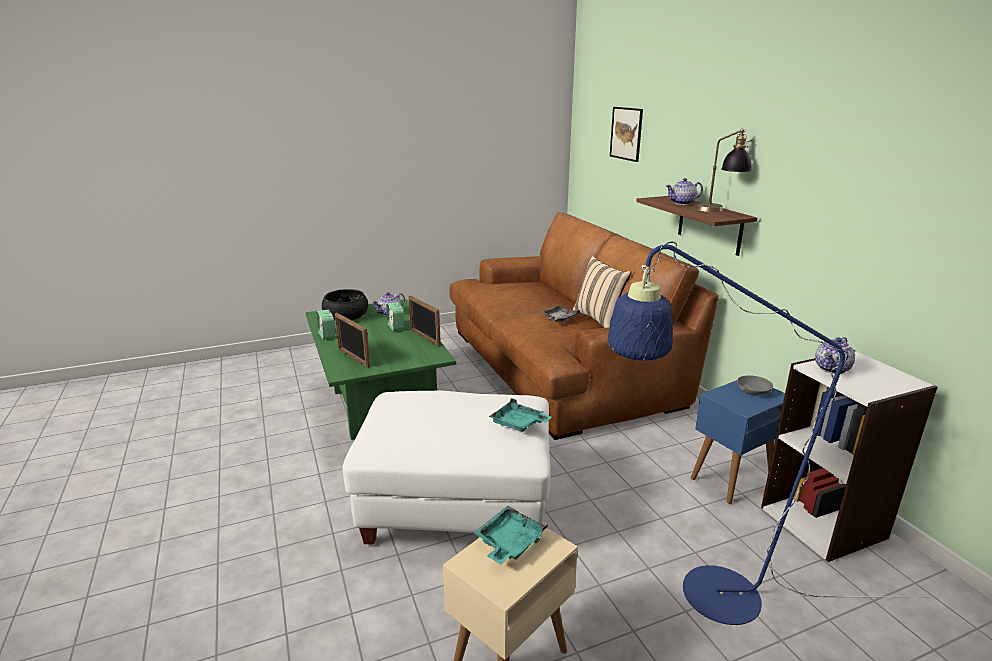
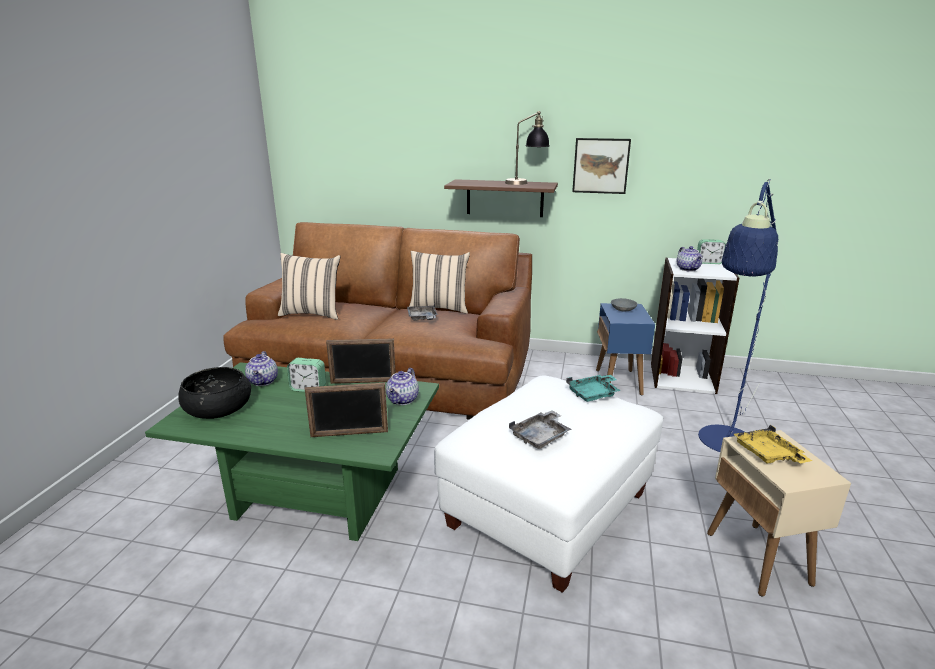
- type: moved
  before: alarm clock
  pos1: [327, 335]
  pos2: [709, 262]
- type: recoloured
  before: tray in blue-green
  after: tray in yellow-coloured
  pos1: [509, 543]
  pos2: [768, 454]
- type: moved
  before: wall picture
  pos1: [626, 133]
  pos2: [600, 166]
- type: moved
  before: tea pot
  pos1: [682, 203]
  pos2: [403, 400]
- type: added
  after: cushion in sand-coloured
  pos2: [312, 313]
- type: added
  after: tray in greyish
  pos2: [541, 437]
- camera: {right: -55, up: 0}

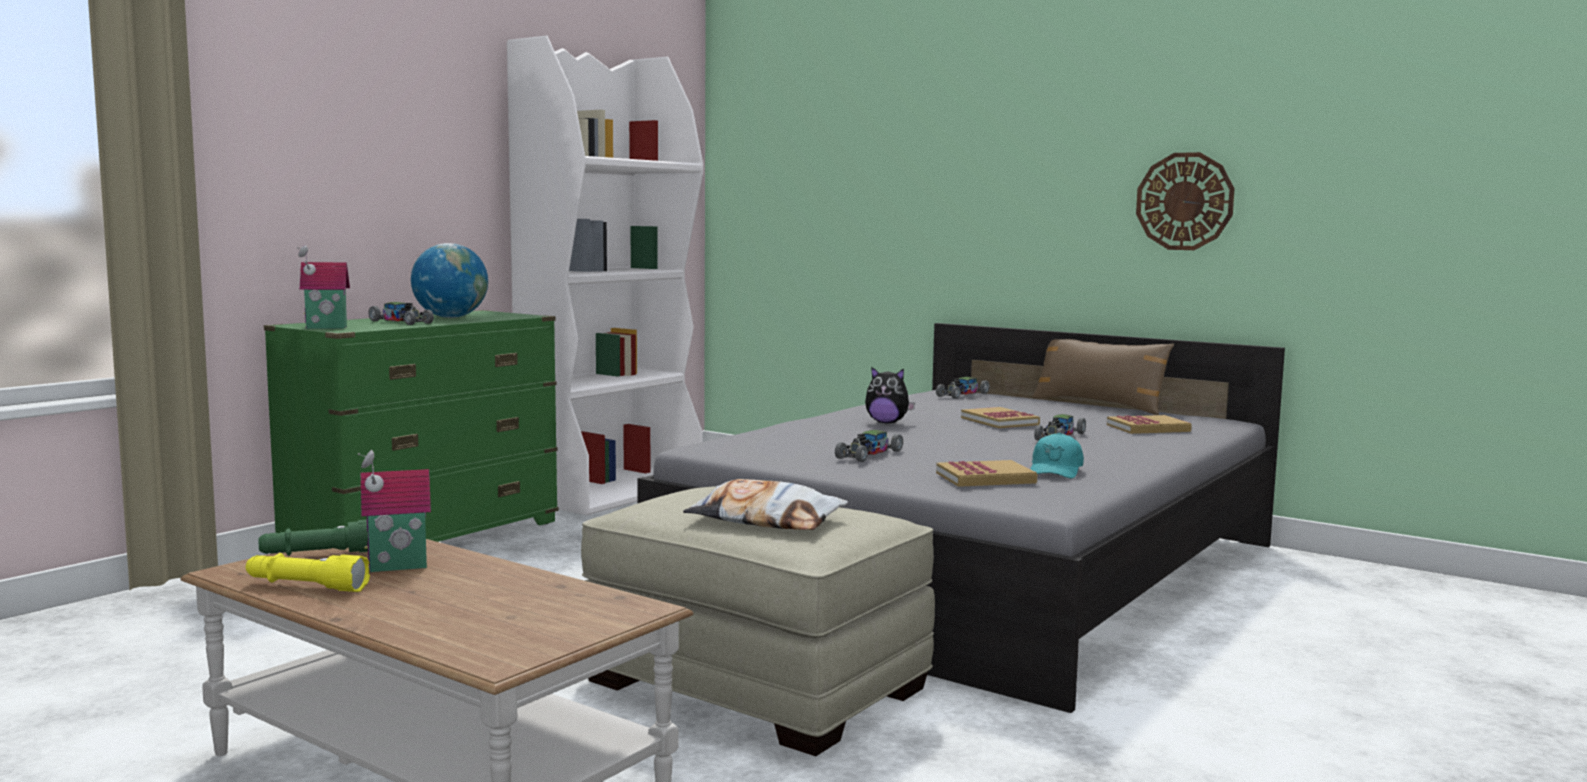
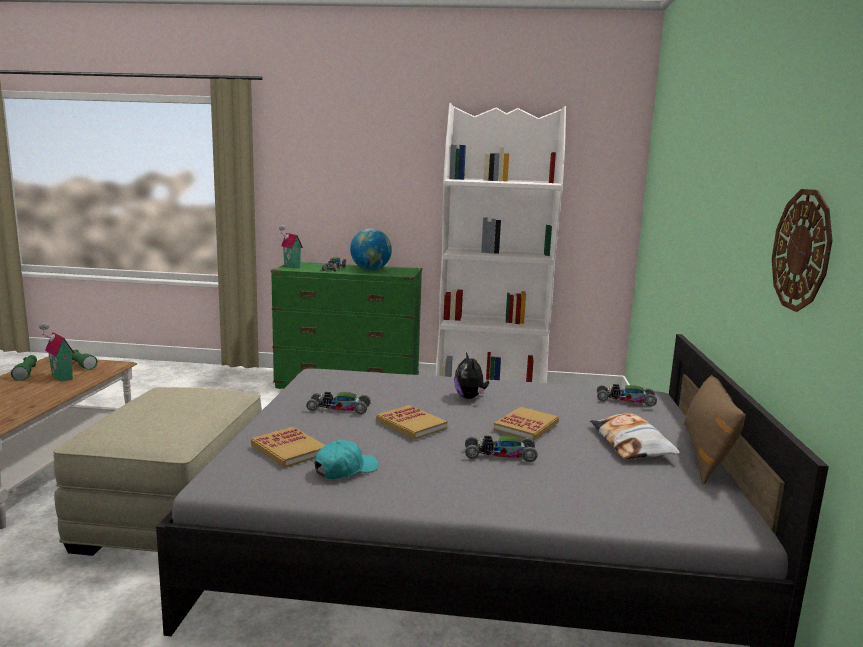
- type: recoloured
  before: torch in yellow-coloured
  after: torch in green-coloured
  pos1: [306, 586]
  pos2: [27, 373]
- type: moved
  before: cushion
  pos1: [765, 519]
  pos2: [632, 444]
- type: turned
  before: baseball cap in blue-green
  pos1: [1056, 471]
  pos2: [345, 470]
  turn: 150
- type: moved
  before: book
  pos1: [1148, 428]
  pos2: [411, 425]
- camera: {right: 60, up: 5}

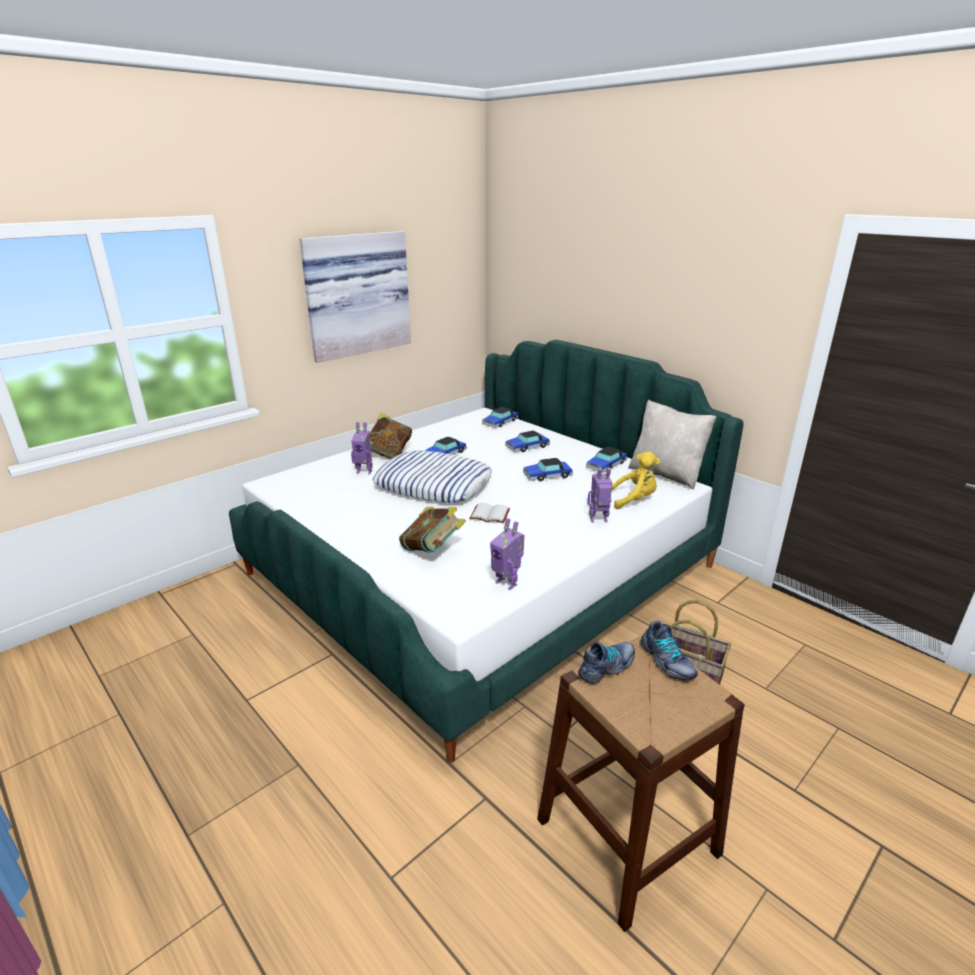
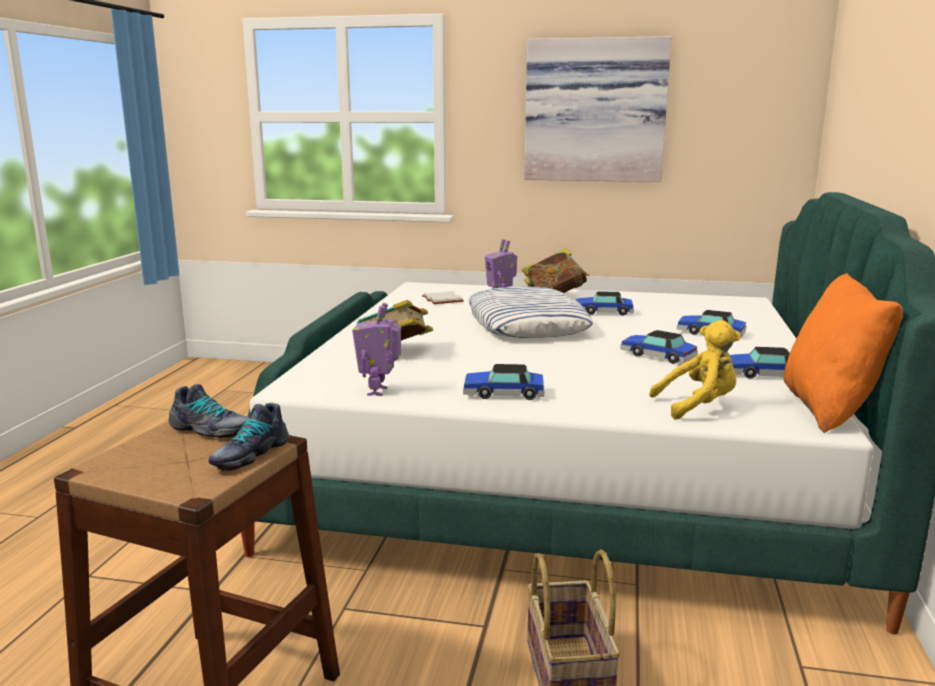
- type: moved
  before: book in white
  pos1: [489, 515]
  pos2: [441, 300]
- type: moved
  before: model car
  pos1: [500, 422]
  pos2: [504, 393]
- type: removed
  before: toy robot
  pos1: [598, 520]
- type: turned
  before: cuddly toy in yellow-coloured
  pos1: [633, 500]
  pos2: [698, 406]
  turn: -60
- type: recoloured
  before: cushion in sand-coloured
  after: cushion in orange
  pos1: [666, 474]
  pos2: [830, 409]
- camera: {right: 55, up: -10}

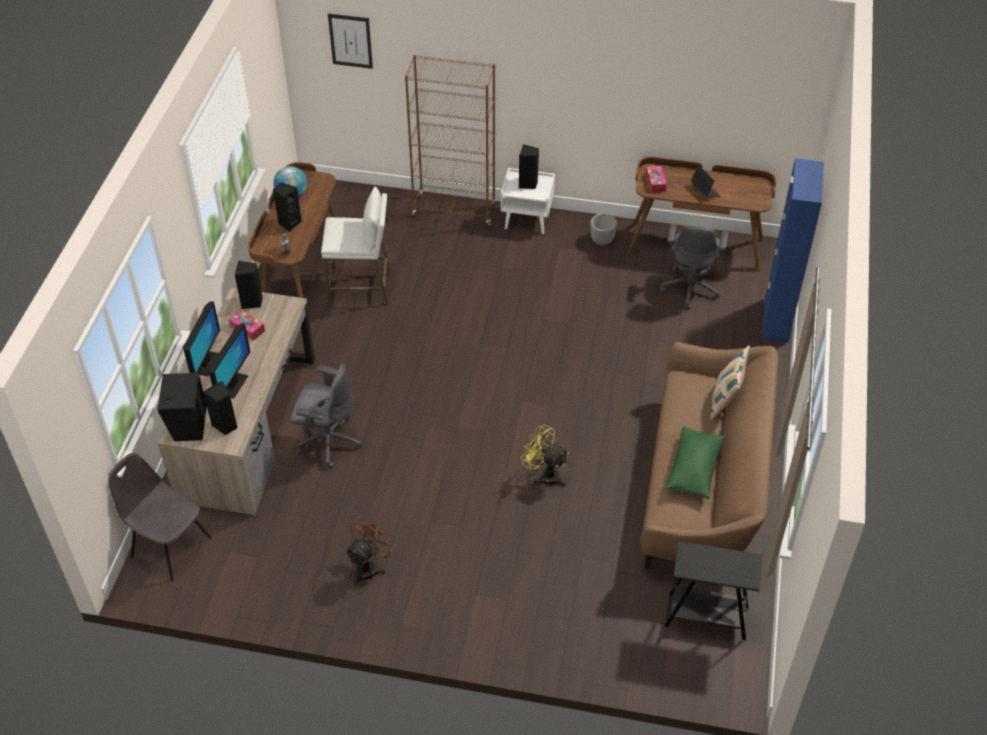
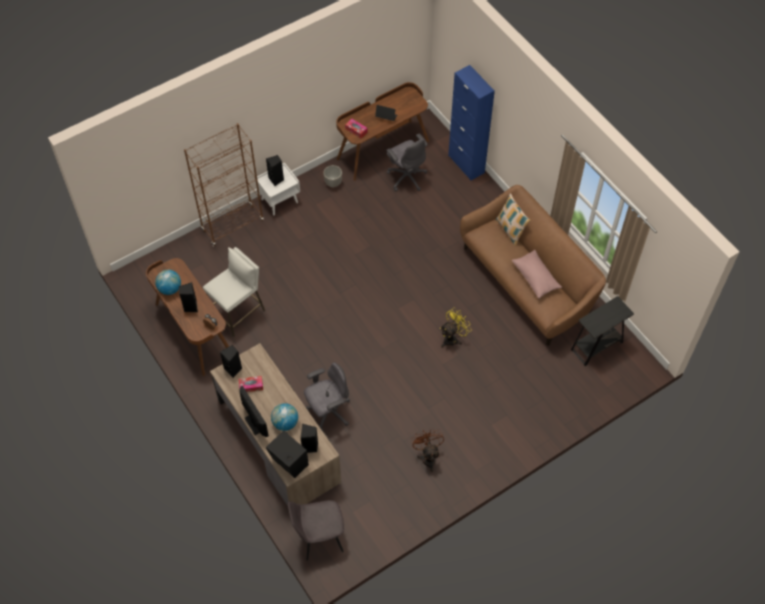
- type: replaced
  before: computer display
  after: globe
  pos1: [233, 385]
  pos2: [285, 423]
- type: removed
  before: wall picture
  pos1: [350, 41]
- type: turned
  before: cooling fan in yellow-coloured
  pos1: [544, 475]
  pos2: [453, 338]
  turn: 150
- type: recoloured
  before: cushion in green-coloured
  after: cushion in pinkish
  pos1: [694, 469]
  pos2: [535, 278]
- camera: {right: -45, up: 10}

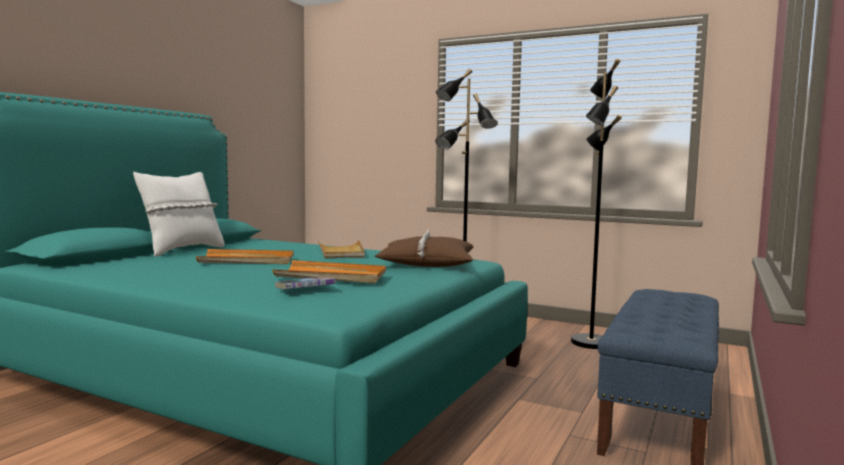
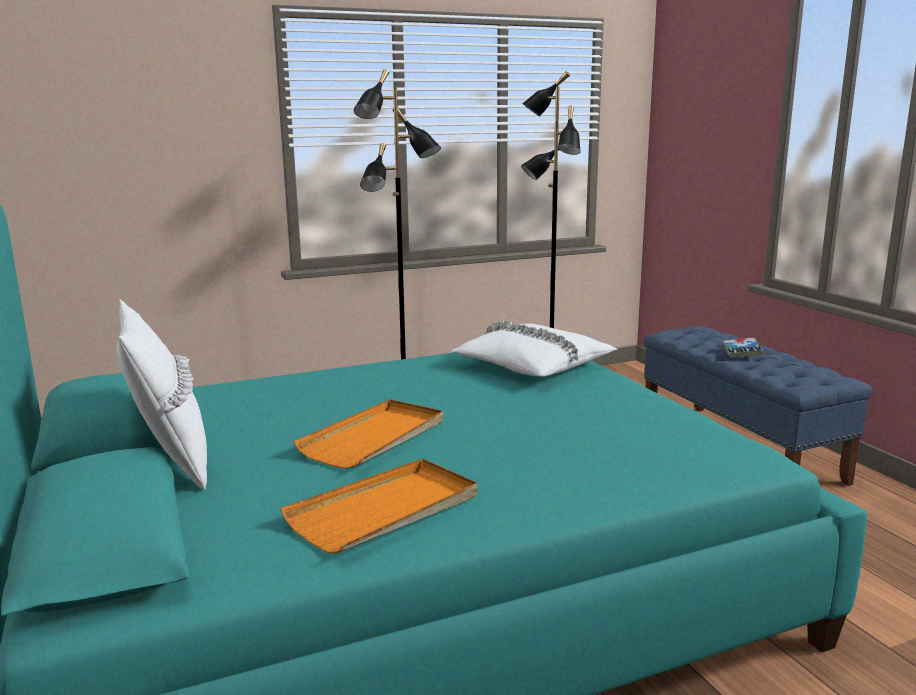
- type: moved
  before: tray in orange
  pos1: [332, 276]
  pos2: [385, 510]
- type: moved
  before: book
  pos1: [305, 289]
  pos2: [741, 352]
- type: removed
  before: tray in sand-coloured
  pos1: [341, 252]
- type: recoloured
  before: cushion in brown-coloured
  after: cushion in white
  pos1: [427, 263]
  pos2: [532, 365]
- camera: {right: -50, up: 10}

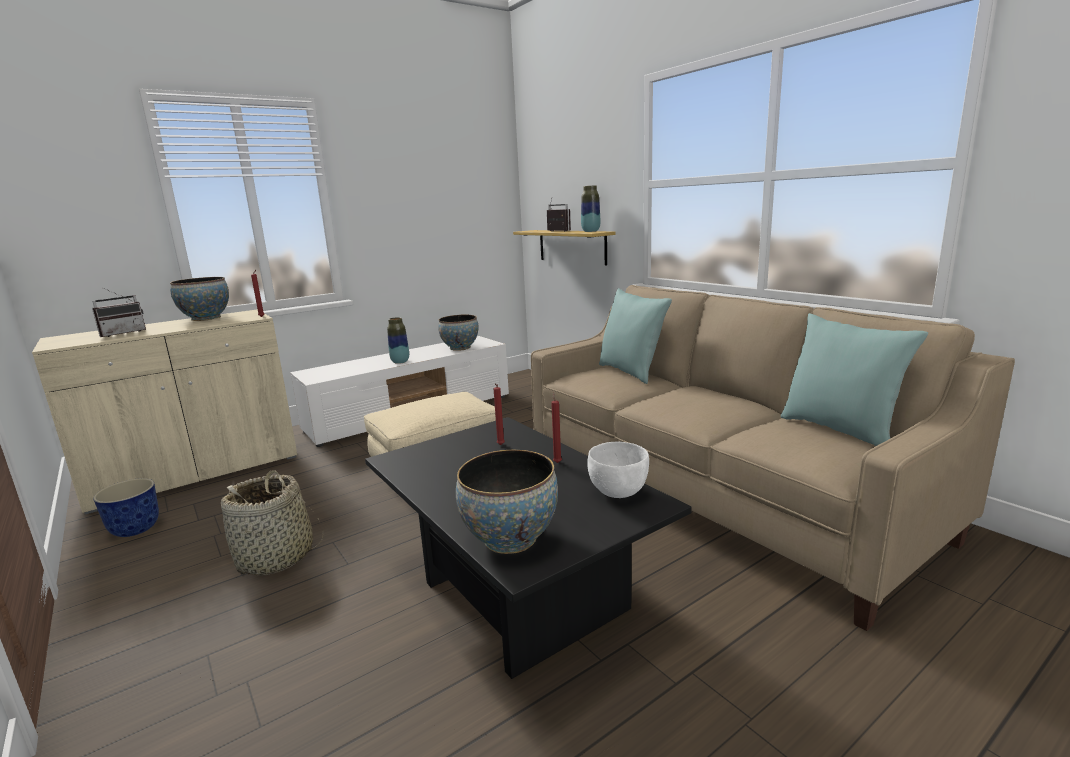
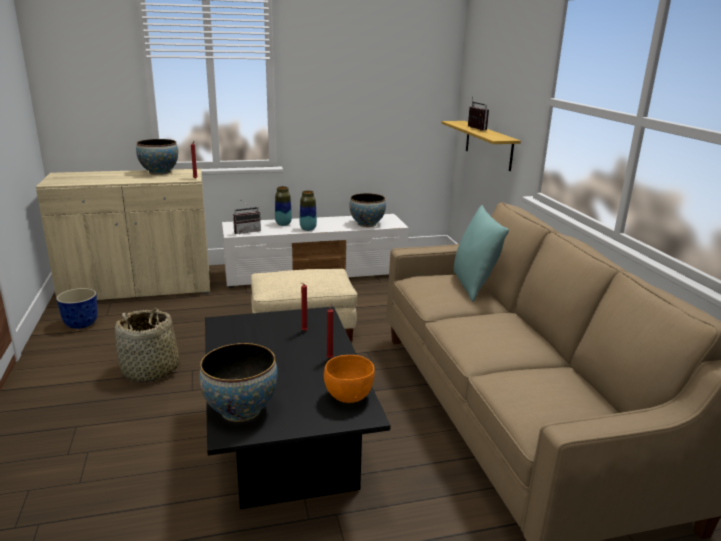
- type: moved
  before: radio set
  pos1: [122, 333]
  pos2: [246, 231]
- type: moved
  before: vase
  pos1: [590, 231]
  pos2: [283, 224]
- type: recoloured
  before: bowl in white
  after: bowl in orange
  pos1: [618, 492]
  pos2: [348, 397]
- type: removed
  before: cushion in blue-green
  pos1: [840, 430]
- camera: {right: 20, up: 5}

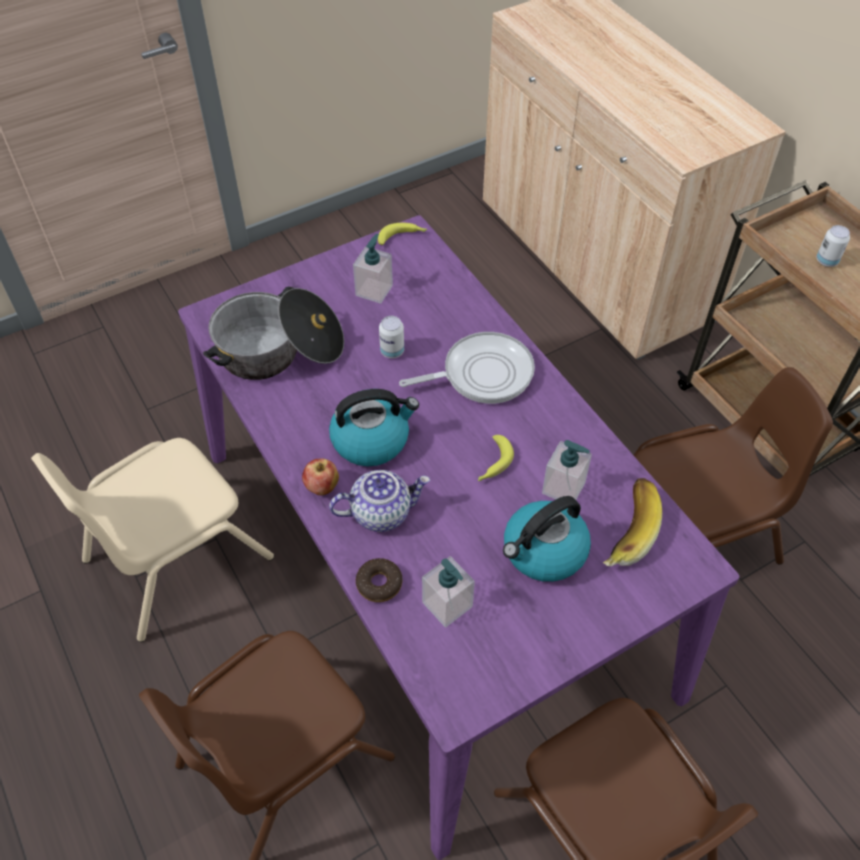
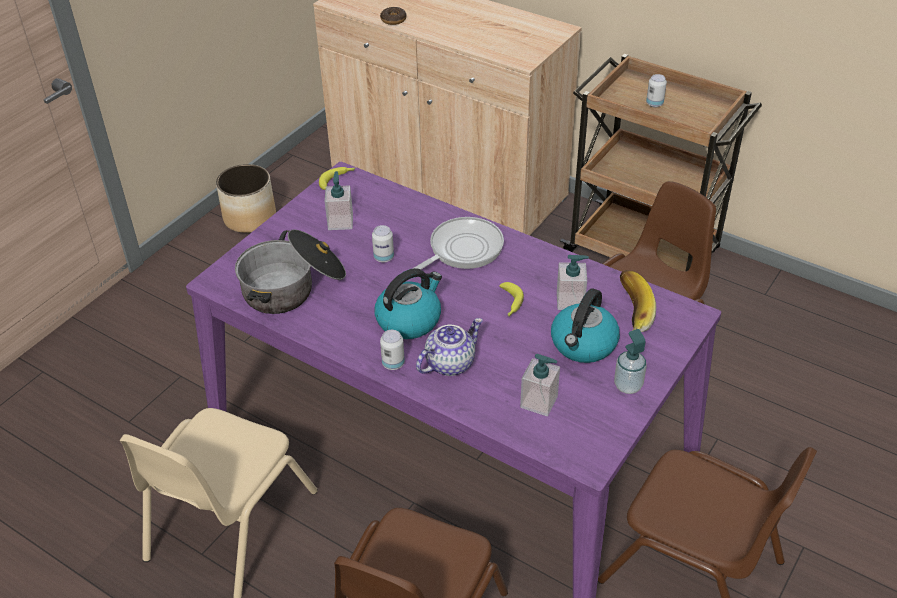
- type: replaced
  before: apple
  after: sealed can
  pos1: [322, 487]
  pos2: [393, 364]
- type: moved
  before: donut
  pos1: [379, 584]
  pos2: [393, 20]
- type: added
  after: planter
  pos2: [250, 218]
- type: added
  after: soap dispenser
  pos2: [628, 386]
- camera: {right: -25, up: -10}

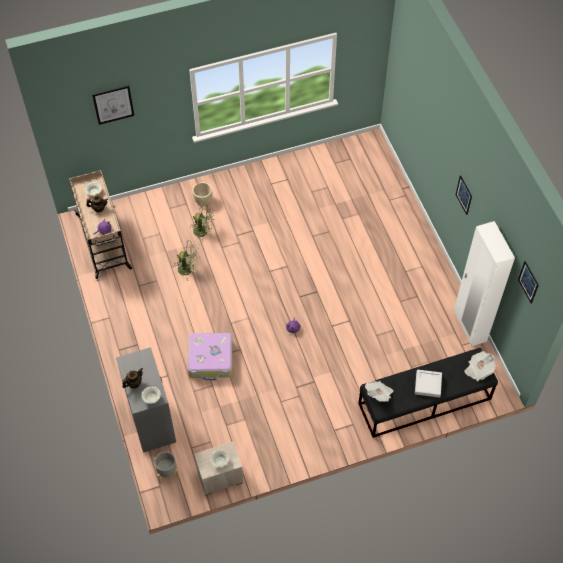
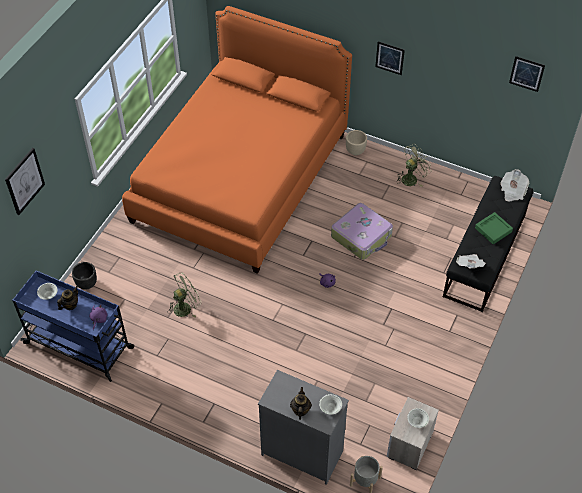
- type: recoloured
  before: cart in sand-coloured
  after: cart in bluish
  pos1: [104, 242]
  pos2: [80, 346]
- type: moved
  before: suitcase
  pos1: [211, 360]
  pos2: [362, 236]
- type: moved
  before: cooling fan in green-coloured
  pos1: [204, 231]
  pos2: [411, 178]
- type: moved
  before: planter in sand-coloured
  pos1: [203, 201]
  pos2: [355, 151]
- type: recoloured
  before: tray in greyish
  after: tray in green-coloured
  pos1: [428, 384]
  pos2: [493, 230]
- type: removed
  before: wardrobe in white
  pos1: [469, 326]
- type: added
  after: planter in black-coloured
  pos2: [86, 284]
- type: added
  after: bed in orange
  pos2: [241, 177]
- camera: {right: -45, up: -5}

